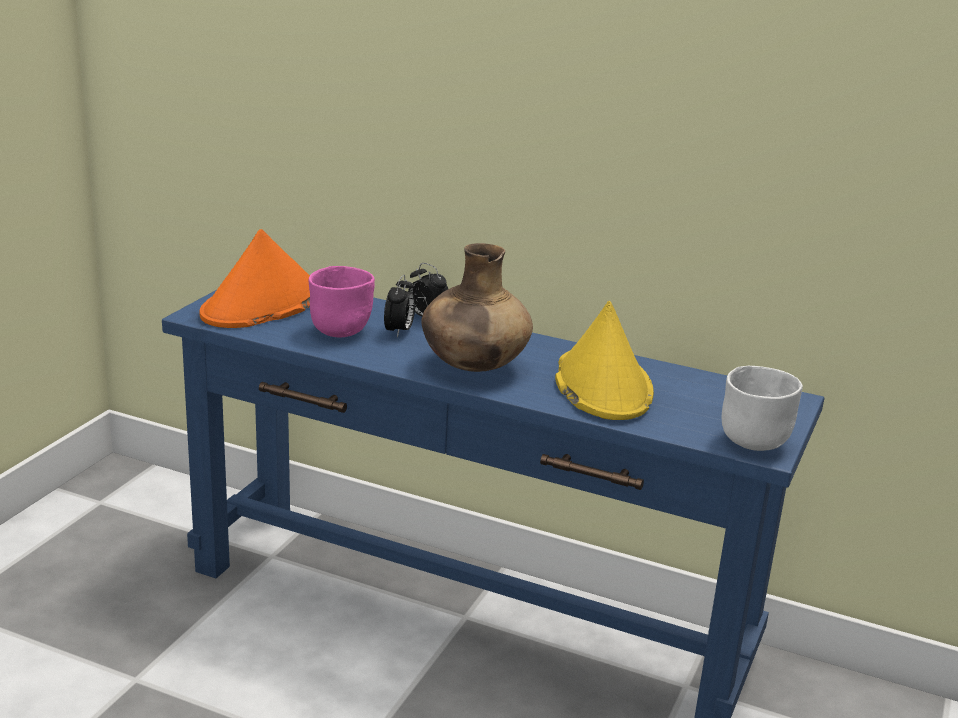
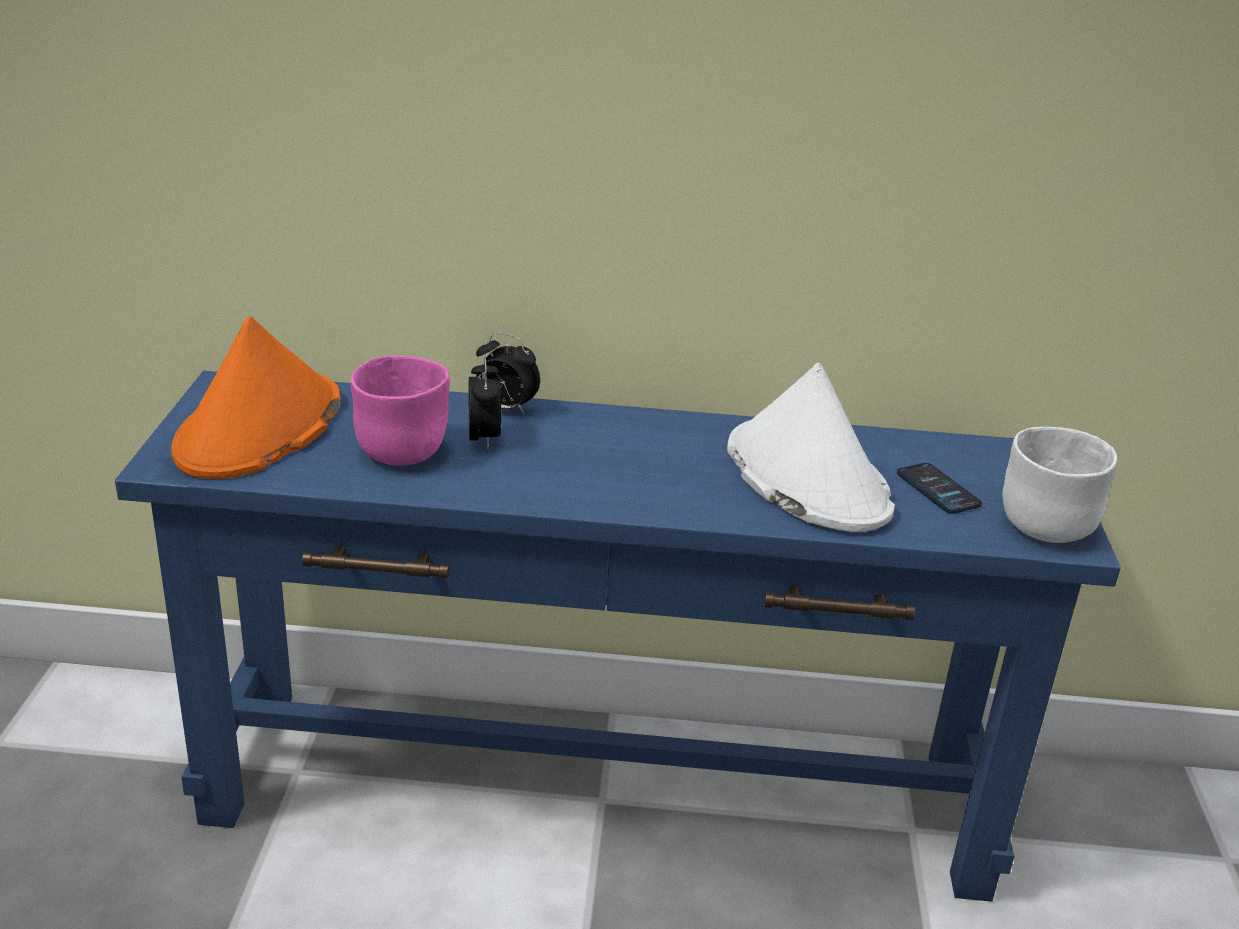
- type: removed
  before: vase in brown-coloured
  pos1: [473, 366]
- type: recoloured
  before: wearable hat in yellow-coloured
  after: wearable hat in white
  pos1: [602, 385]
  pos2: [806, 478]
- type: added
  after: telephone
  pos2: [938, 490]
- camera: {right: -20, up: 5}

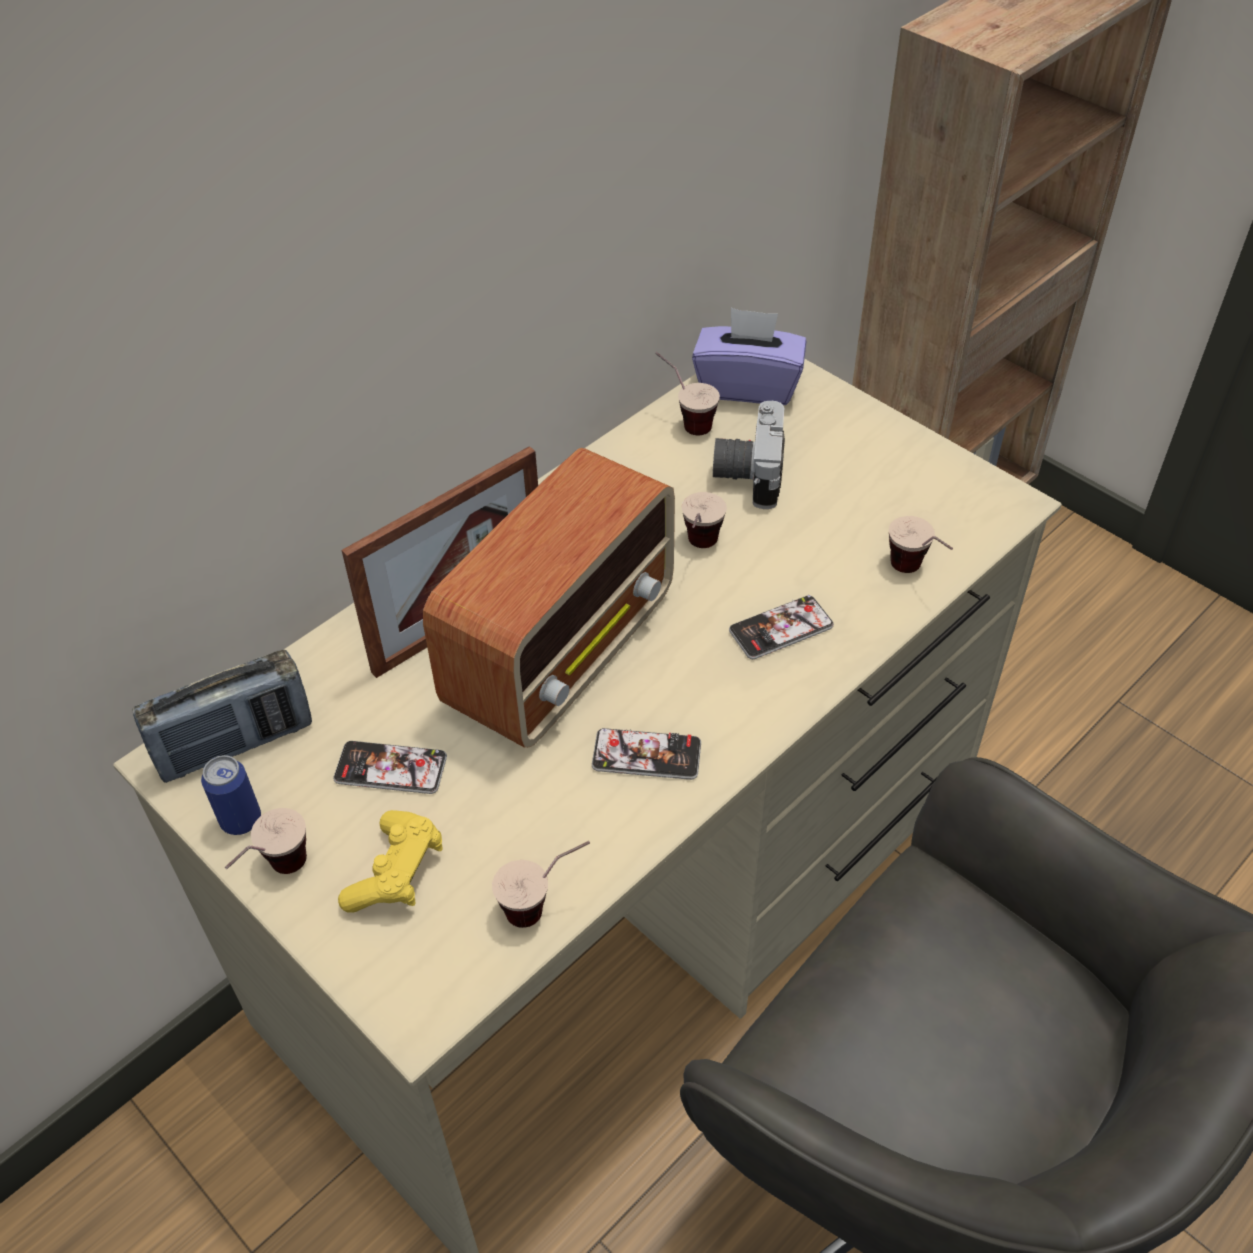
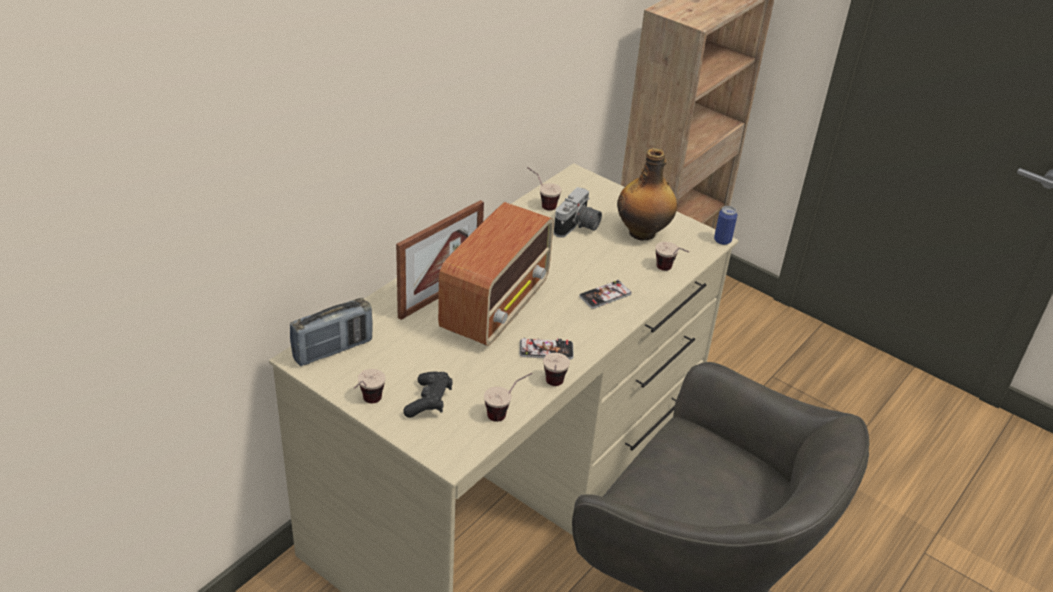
- type: moved
  before: sealed can
  pos1: [241, 820]
  pos2: [722, 240]
- type: removed
  before: telephone
  pos1: [390, 768]
- type: recoloured
  before: gamepad in yellow-coloured
  after: gamepad in black-coloured
  pos1: [396, 873]
  pos2: [429, 402]
- type: moved
  before: cup
  pos1: [699, 551]
  pos2: [553, 388]
- type: removed
  before: tissue holder in purple
  pos1: [748, 385]
- type: turned
  before: photo camera
  pos1: [747, 473]
  pos2: [578, 227]
  turn: -150
- type: added
  after: beverage bottle
  pos2: [643, 232]
- camera: {right: -10, up: -10}

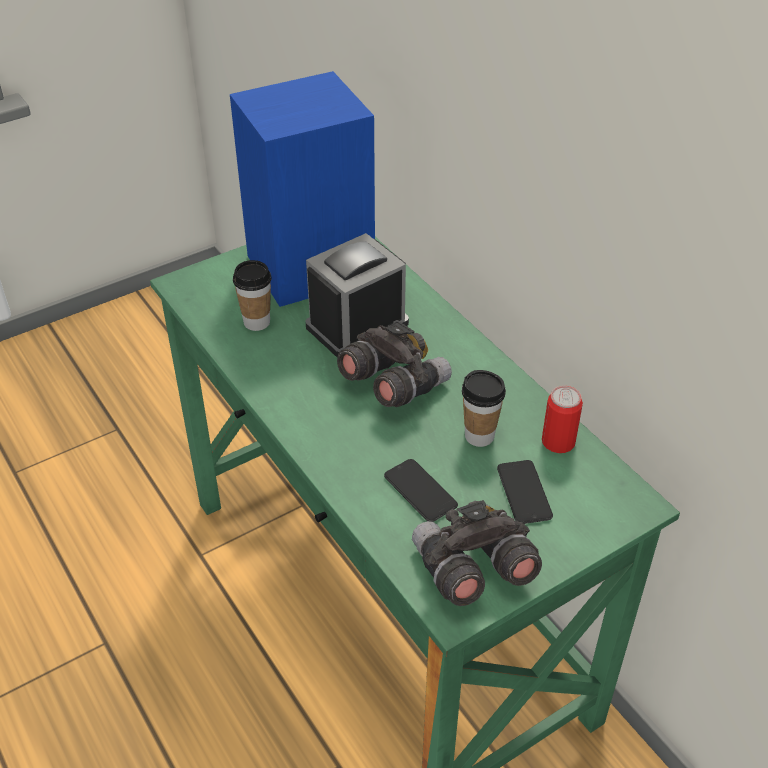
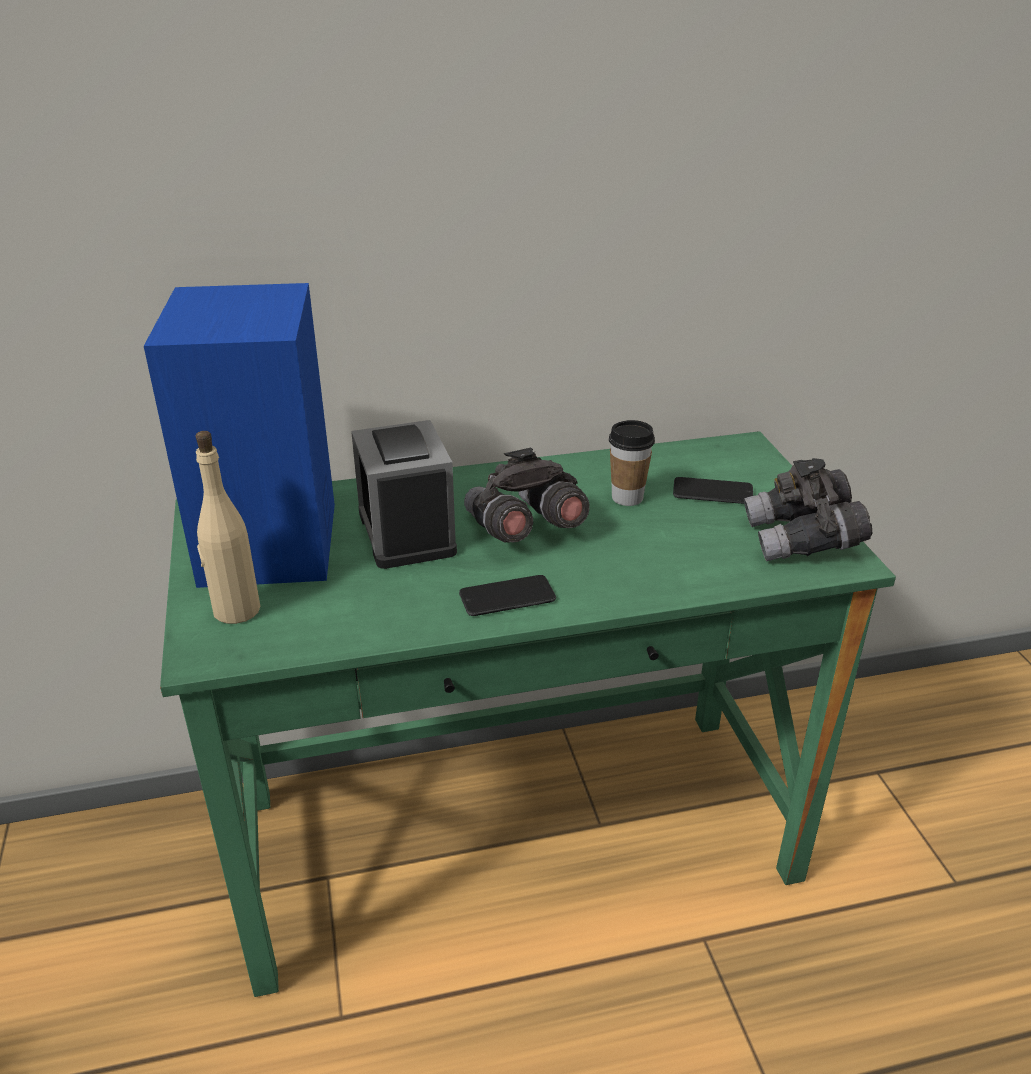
- type: removed
  before: cup
  pos1: [256, 322]
- type: moved
  before: telephone
  pos1: [420, 491]
  pos2: [507, 597]
- type: removed
  before: sealed can
  pos1: [558, 442]
- type: added
  after: beverage bottle in sand-coloured
  pos2: [236, 610]
- camera: {right: -70, up: -10}

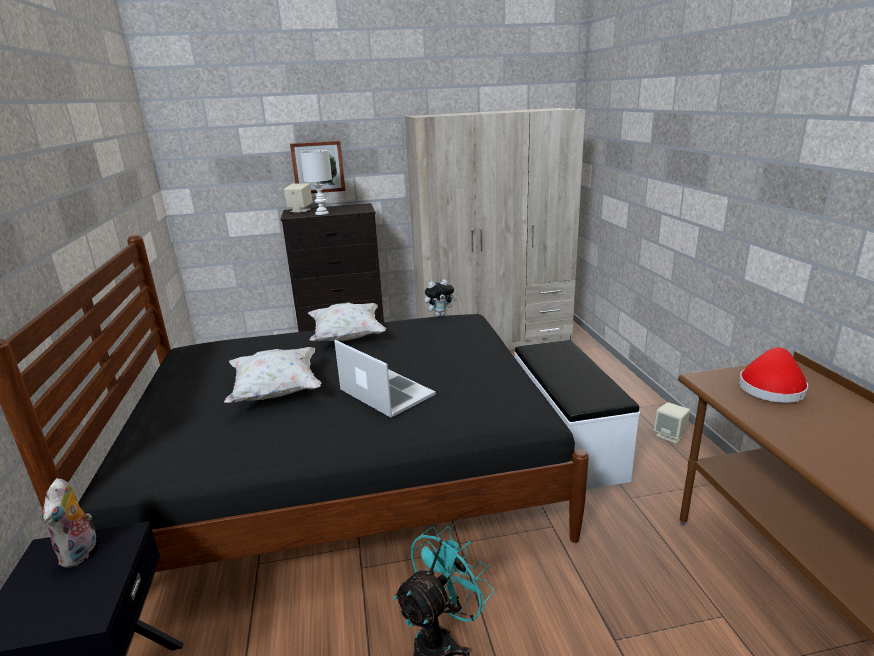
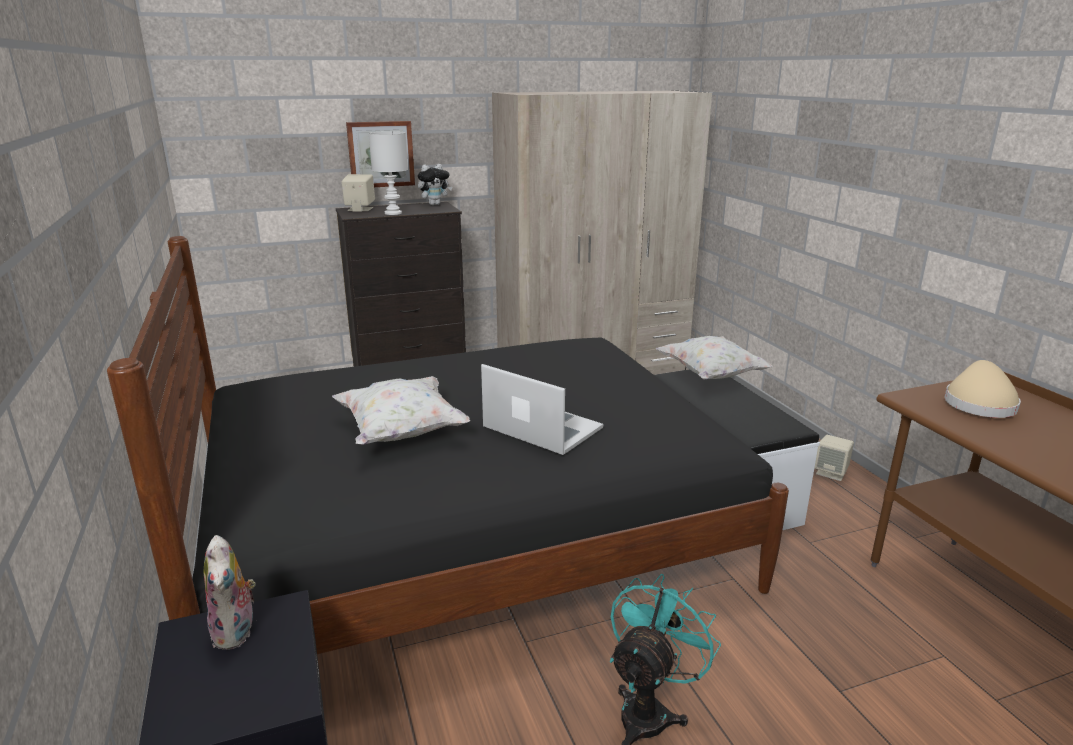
- type: moved
  before: cushion in white
  pos1: [347, 337]
  pos2: [711, 375]
- type: moved
  before: cuddly toy
  pos1: [440, 315]
  pos2: [434, 204]
- type: recoloured
  before: wearable hat in red-coloured
  after: wearable hat in sand-coloured
  pos1: [771, 387]
  pos2: [978, 403]
- camera: {right: -10, up: 0}

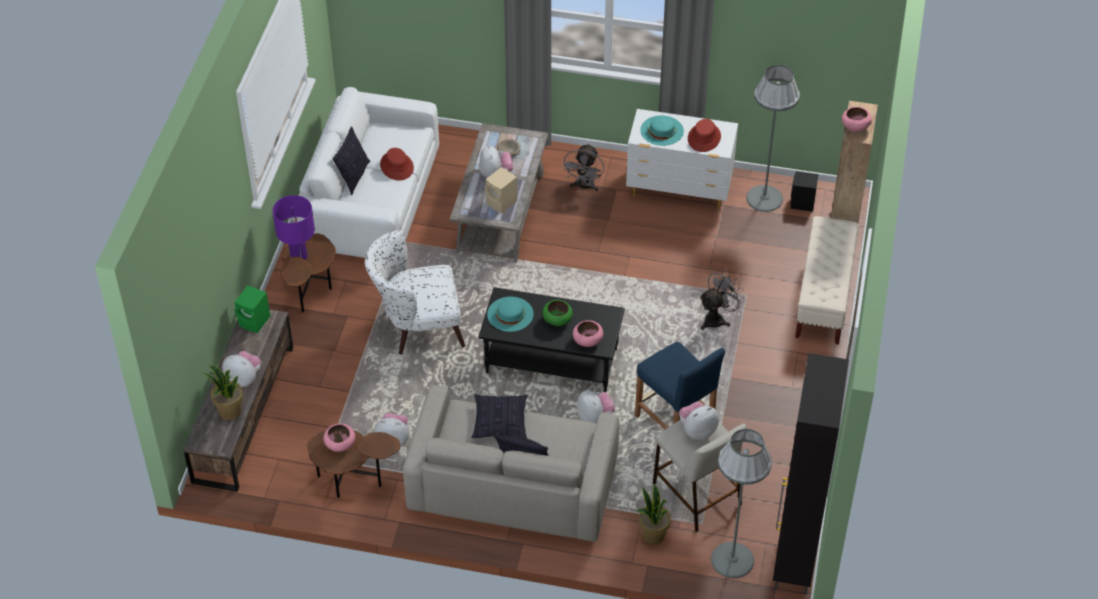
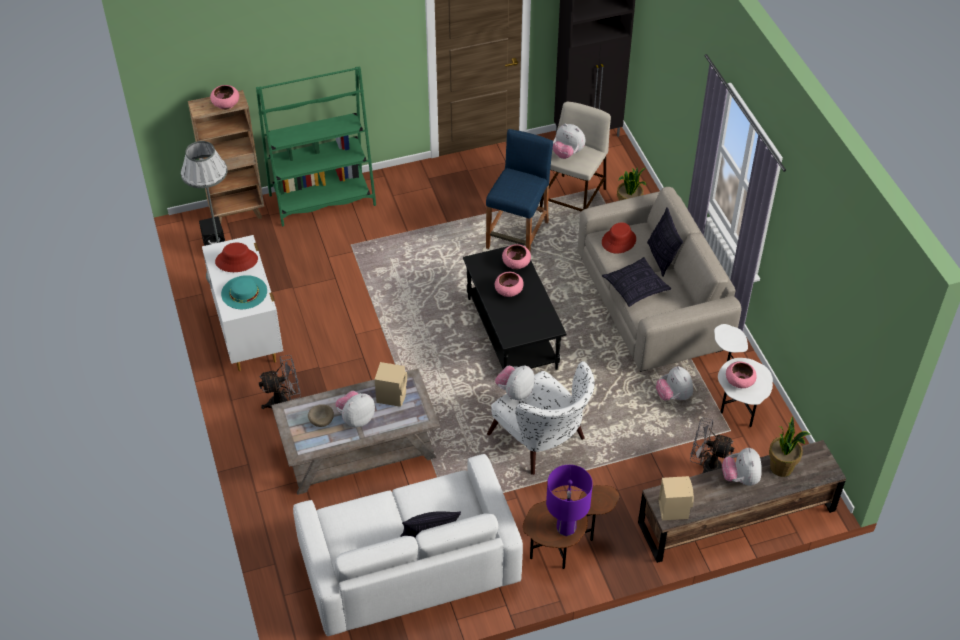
- type: recoloured
  before: loudspeaker in green-coloured
  after: loudspeaker in sand-coloured
  pos1: [255, 321]
  pos2: [673, 508]
- type: recoloured
  before: accent table in brown-coloured
  after: accent table in white
  pos1: [353, 481]
  pos2: [735, 401]
- type: moved
  before: wearable hat in red-coloured
  pos1: [397, 166]
  pos2: [618, 241]
- type: removed
  before: wearable hat in blue-green
  pos1: [510, 314]
- type: recoloured
  before: bowl in green-coloured
  after: bowl in pinkish
  pos1: [557, 319]
  pos2: [508, 291]
- type: moved
  before: cuddly toy
  pos1: [595, 417]
  pos2: [515, 392]
- type: moved
  before: cooling fan in greyish
  pos1: [717, 318]
  pos2: [706, 466]
- type: removed
  before: standard lamp in greyish
  pos1: [732, 560]
- type: replaced
  before: indoor bench in sand-coloured
  after: bookshelf in green-coloured
  pos1: [823, 298]
  pos2: [322, 200]
- camera: {right: -120, up: 0}

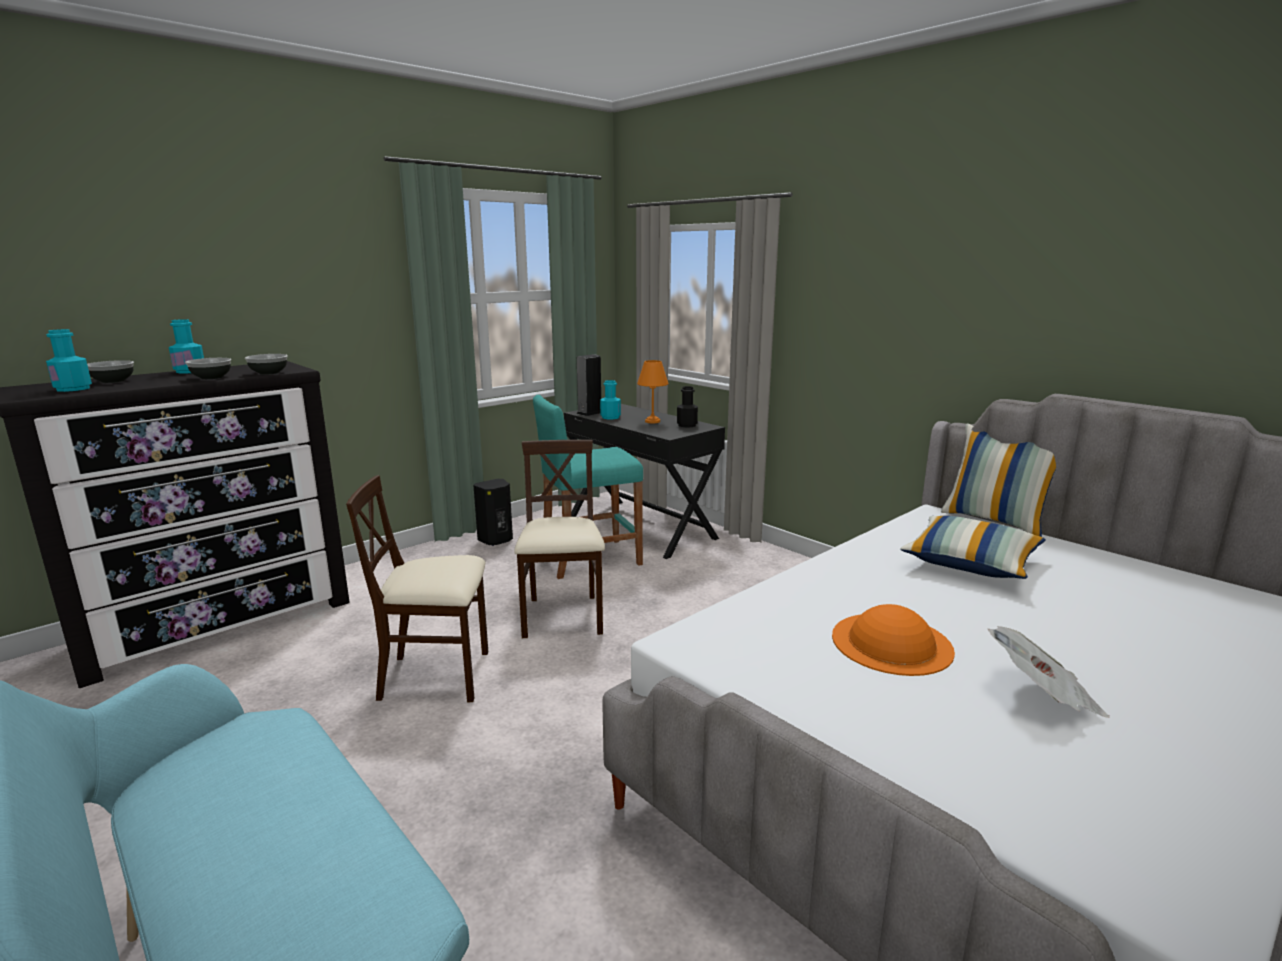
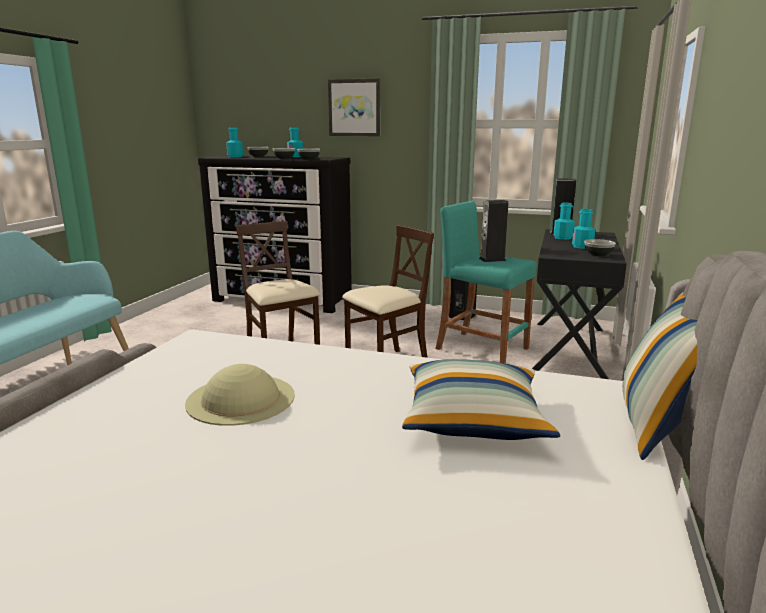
- type: replaced
  before: lamp for a table in orange
  after: beverage bottle in blue-green
  pos1: [653, 421]
  pos2: [582, 247]
- type: replaced
  before: beverage bottle in black-coloured
  after: bowl
  pos1: [687, 425]
  pos2: [597, 254]
- type: recoloured
  before: wearable hat in orange
  after: wearable hat in sand-coloured
  pos1: [891, 643]
  pos2: [240, 399]
- type: removed
  before: daily paper
  pos1: [1042, 696]
- type: added
  after: wall picture
  pos2: [354, 108]
- type: added
  after: loudspeaker
  pos2: [492, 259]
- camera: {right: 60, up: 0}

